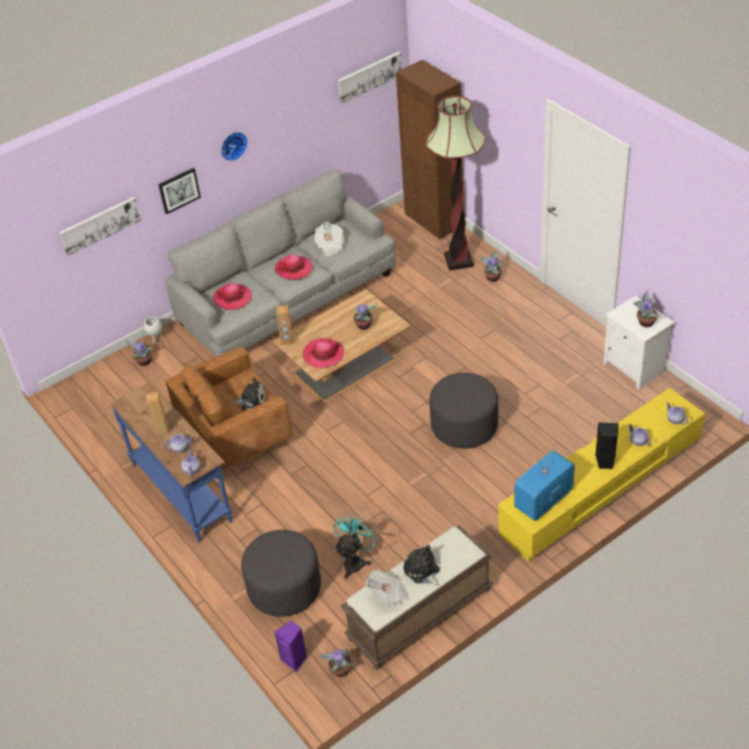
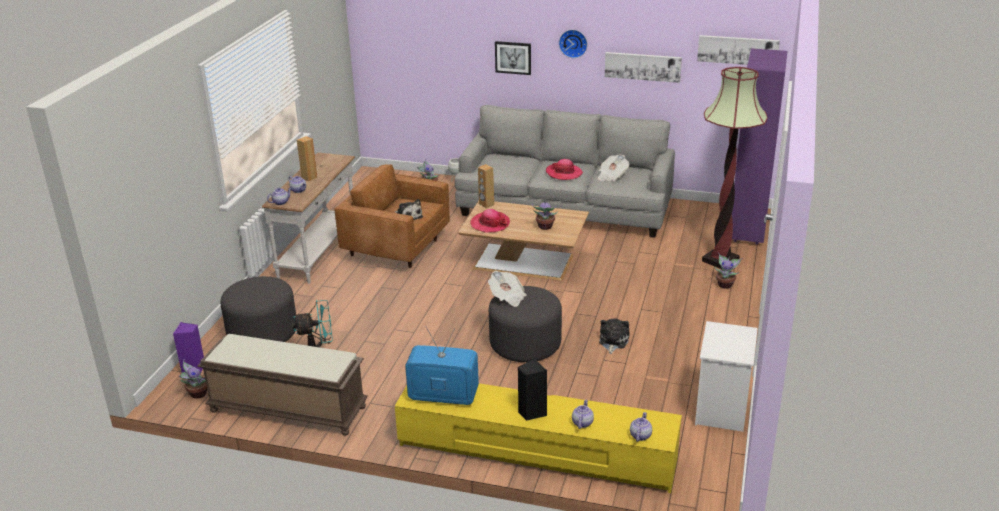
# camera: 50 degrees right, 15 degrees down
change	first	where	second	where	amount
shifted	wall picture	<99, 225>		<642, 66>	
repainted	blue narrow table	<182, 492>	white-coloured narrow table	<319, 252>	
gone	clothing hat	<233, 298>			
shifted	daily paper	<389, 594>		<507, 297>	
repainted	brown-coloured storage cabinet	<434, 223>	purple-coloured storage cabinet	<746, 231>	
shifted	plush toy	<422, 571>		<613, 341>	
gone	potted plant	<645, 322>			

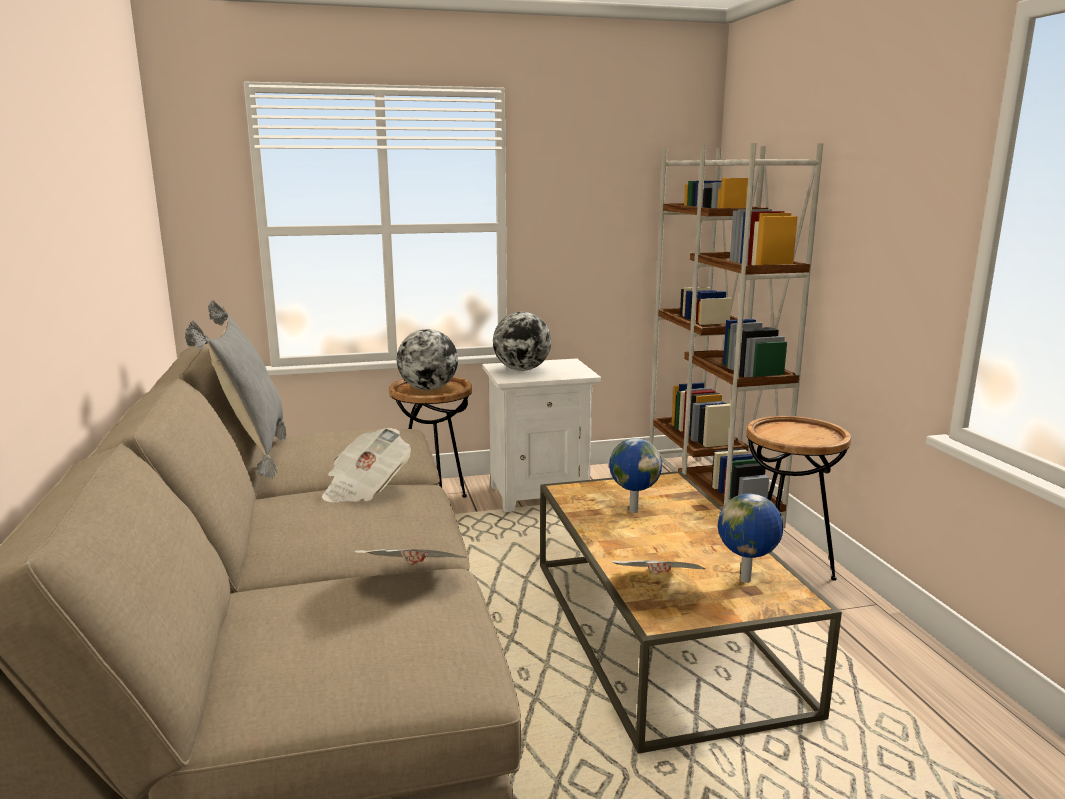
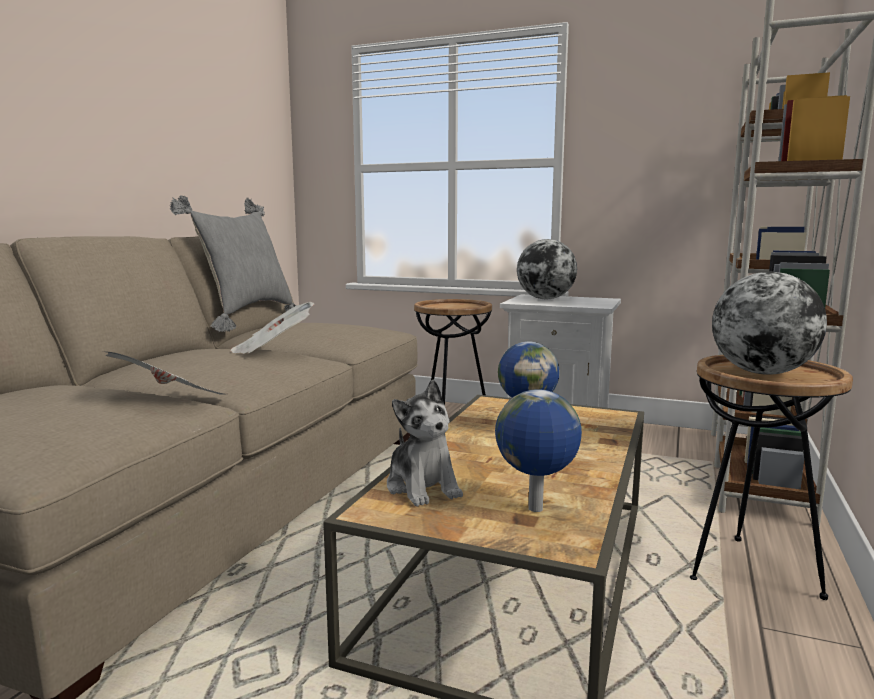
# camera: 35 degrees right, 5 degrees down
change	first	where	second	where	amount
shifted	desk globe	<428, 389>		<762, 373>	
swapped	daily paper	<656, 588>	plush toy	<423, 487>	

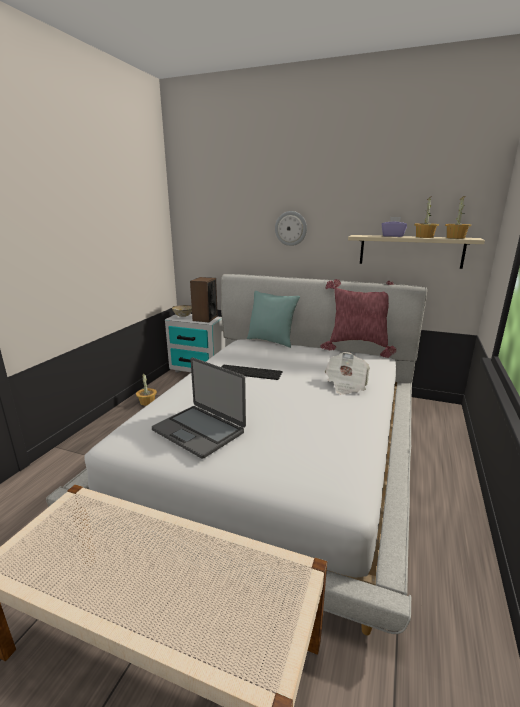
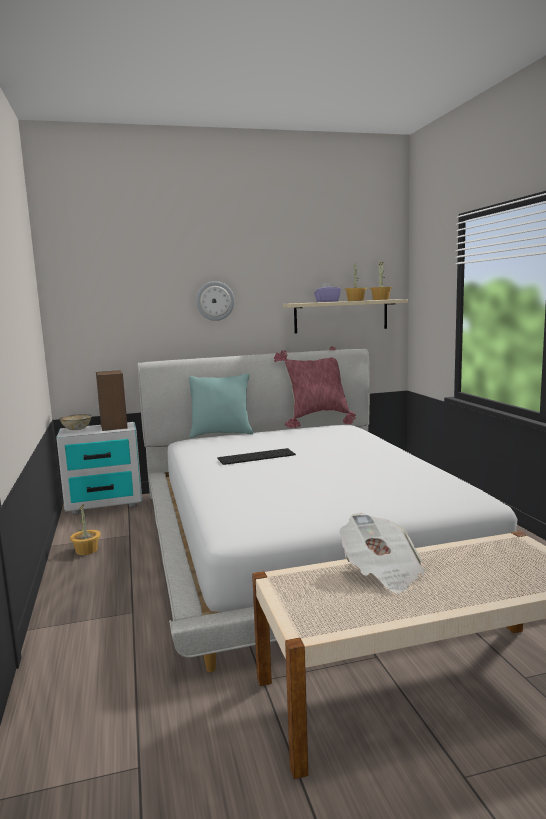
# camera: 35 degrees left, 10 degrees down
change	first	where	second	where	amount
gone	notebook computer	<199, 430>			
shifted	daily paper	<346, 385>		<382, 572>	

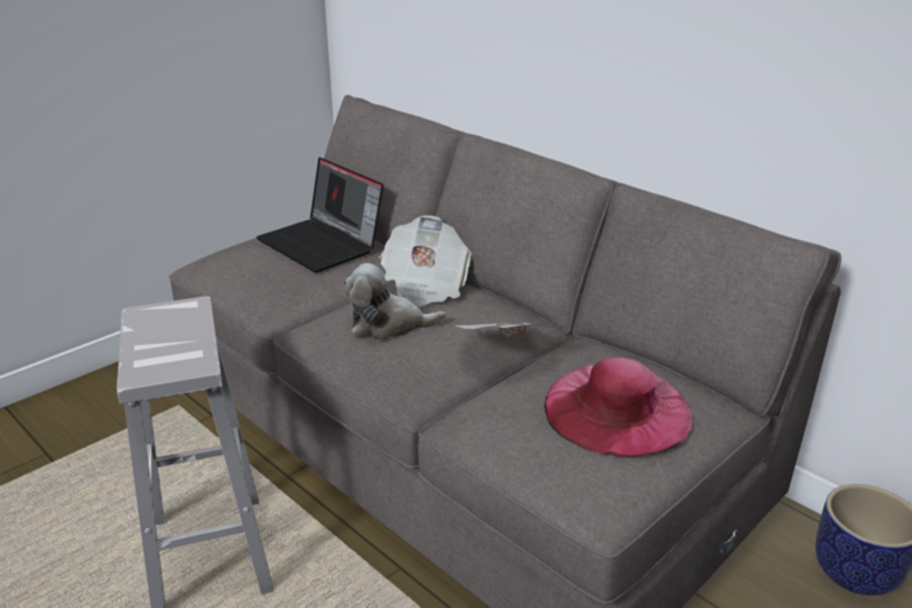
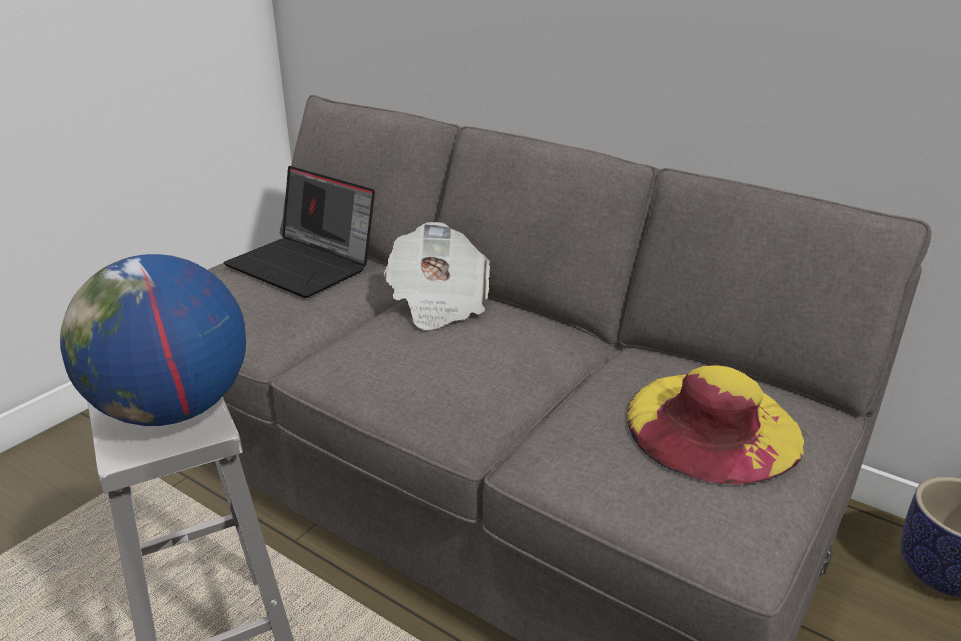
# camera: 10 degrees left, 0 degrees up
change	first	where	second	where	amount
gone	plush toy	<388, 325>			
gone	daily paper	<508, 351>			
repainted	pink-coloured clothing hat	<616, 409>	yellowish clothing hat	<712, 426>	
new			desk globe	<173, 410>	

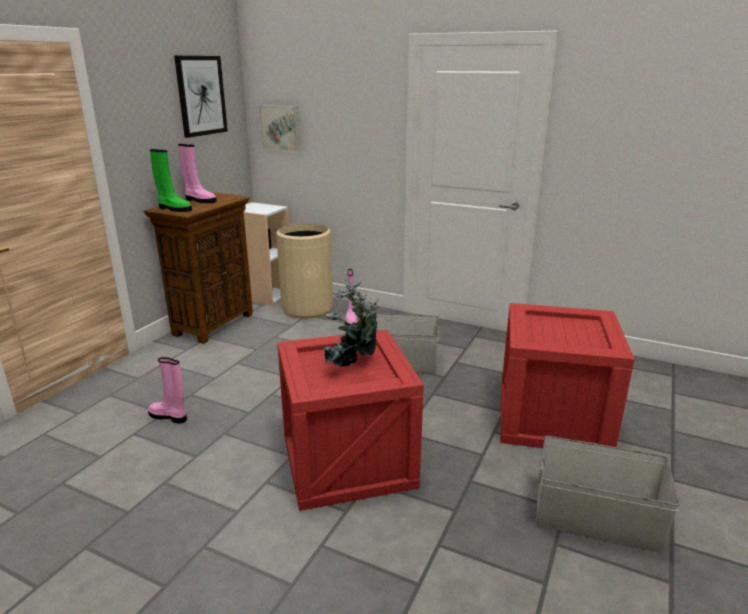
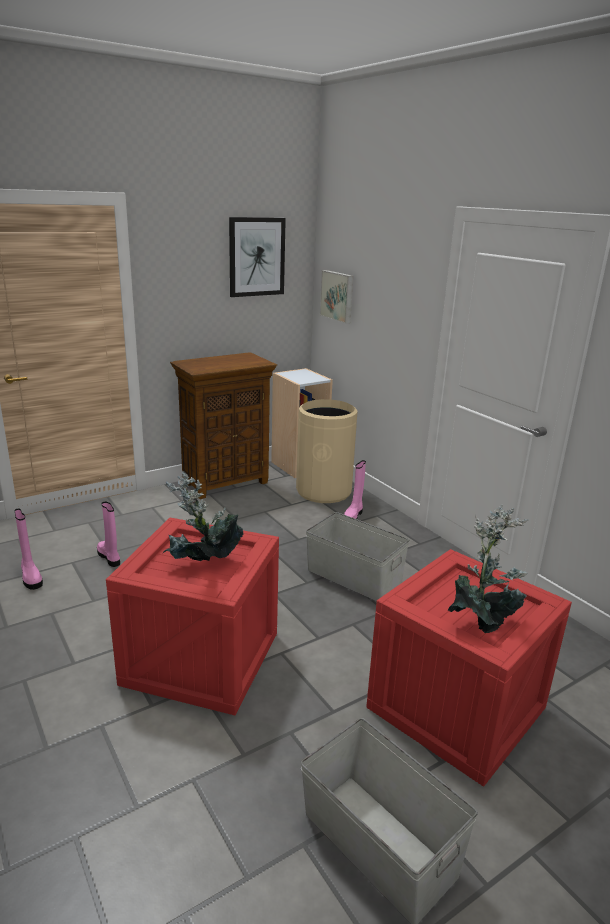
# camera: 30 degrees right, 0 degrees up
change	first	where	second	where	amount
gone	green-coloured high-top boot	<174, 209>			
shifted	pink-coloured high-top boot	<199, 200>		<30, 577>	
new			potted plant	<482, 623>	

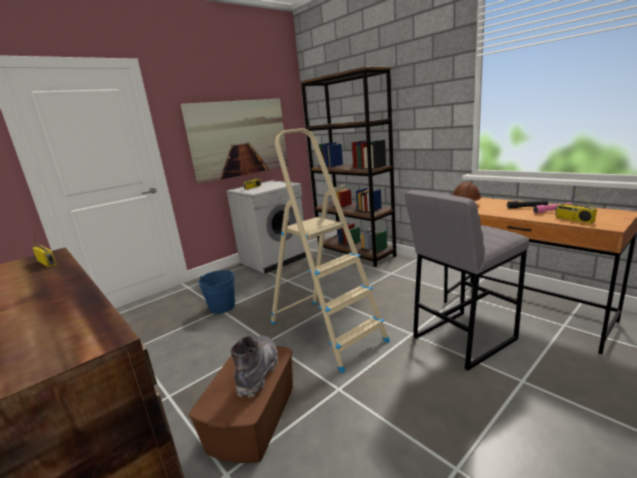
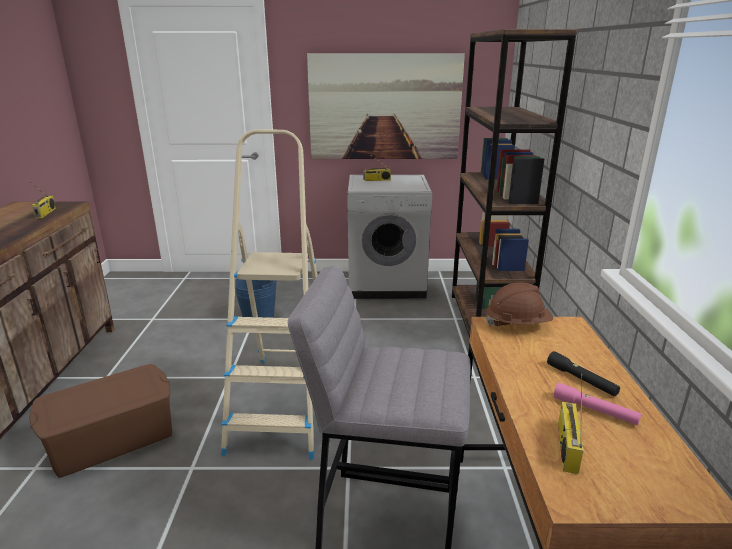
# camera: 40 degrees right, 5 degrees up
change	first	where	second	where	amount
gone	grey high-top boot	<258, 372>			

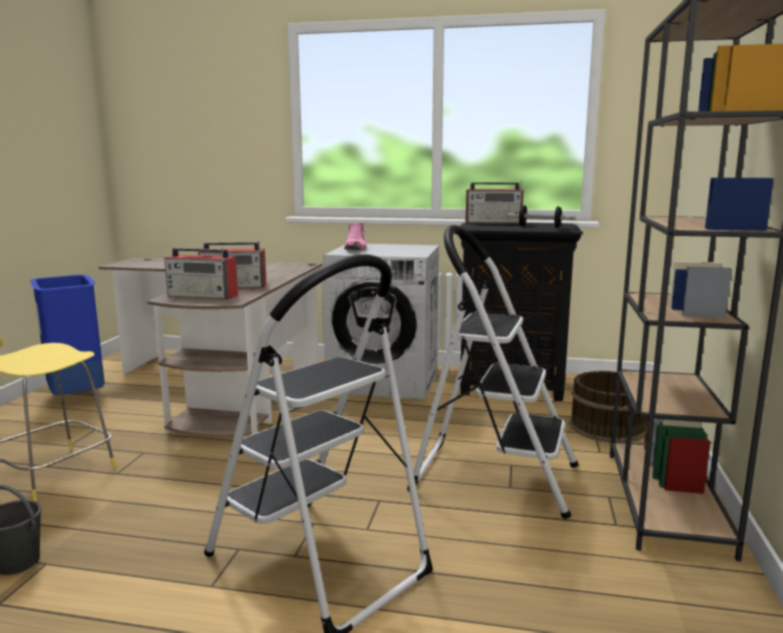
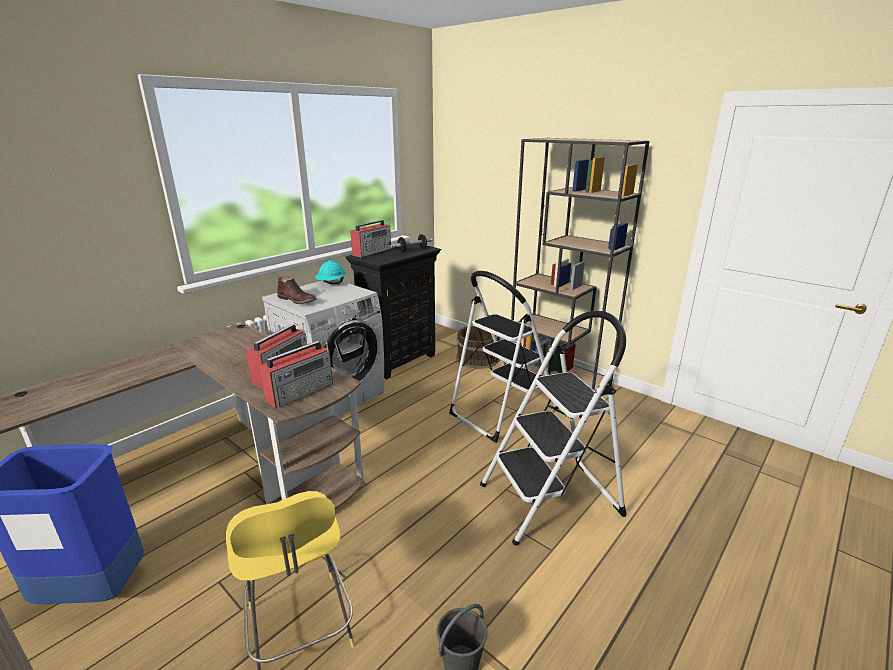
# camera: 60 degrees left, 10 degrees up
change	first	where	second	where	amount
repainted	pink-coloured high-top boot	<356, 248>	brown-coloured high-top boot	<297, 300>	
new			turquoise hard hat	<331, 284>	

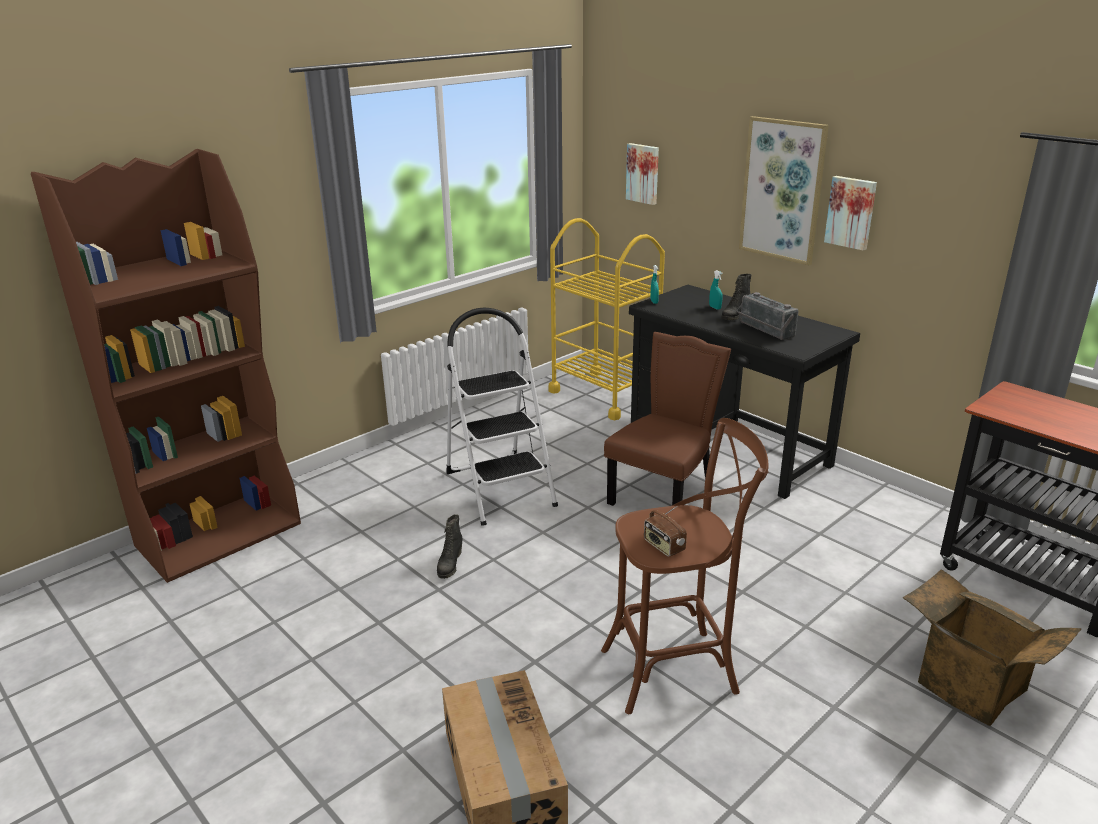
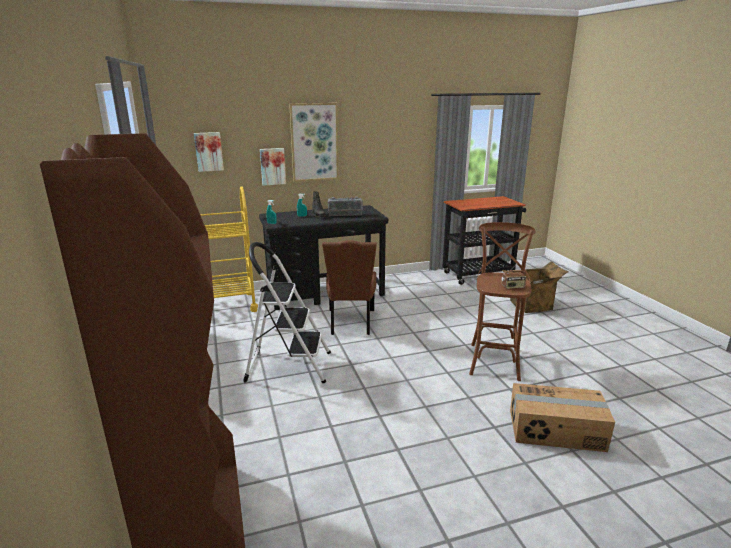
# camera: 65 degrees left, 5 degrees down
change	first	where	second	where	amount
gone	black high-top boot	<449, 565>			
rotated	brown-coloured chair	<663, 495>		<351, 321>	150 degrees counterclockwise
shifted	wall picture	<851, 212>		<272, 166>	

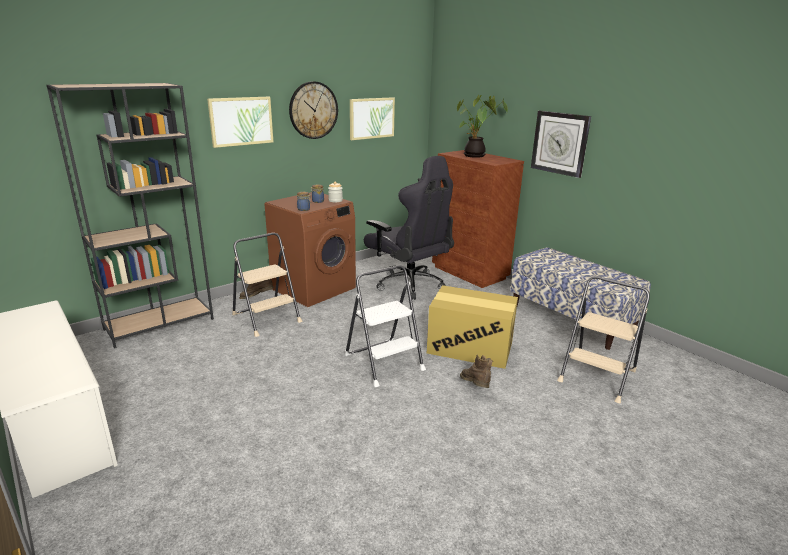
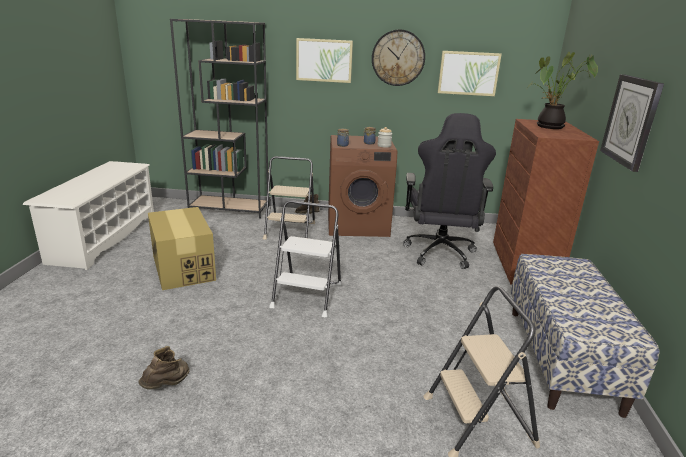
# camera: 45 degrees right, 0 degrees up
change	first	where	second	where	amount
shifted	carton	<469, 347>		<183, 267>	
shifted	brown-coloured high-top boot	<475, 388>		<168, 385>	

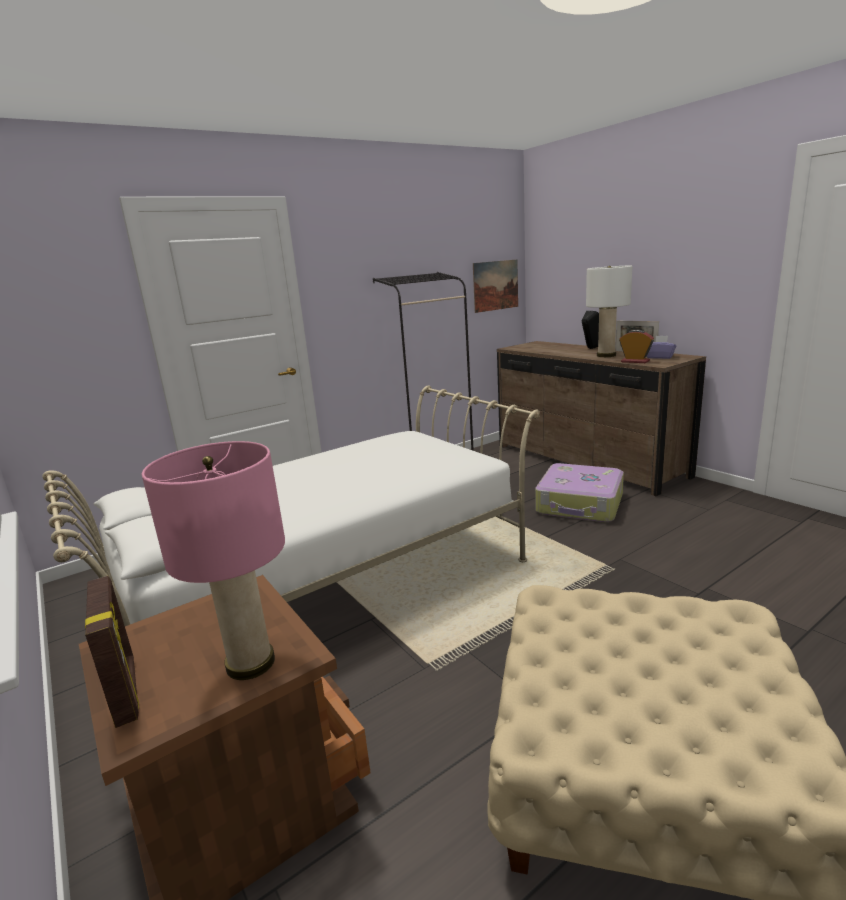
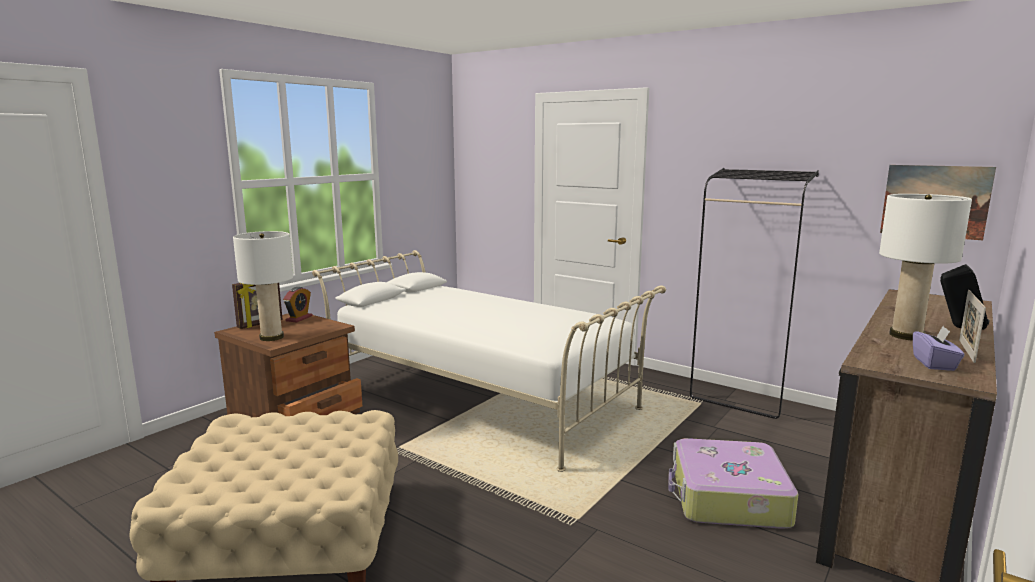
# camera: 70 degrees right, 5 degrees down
change	first	where	second	where	amount
repainted	pink-coloured table lamp	<251, 663>	white-coloured table lamp	<272, 337>	
shifted	bedside clock	<635, 361>		<299, 318>	

